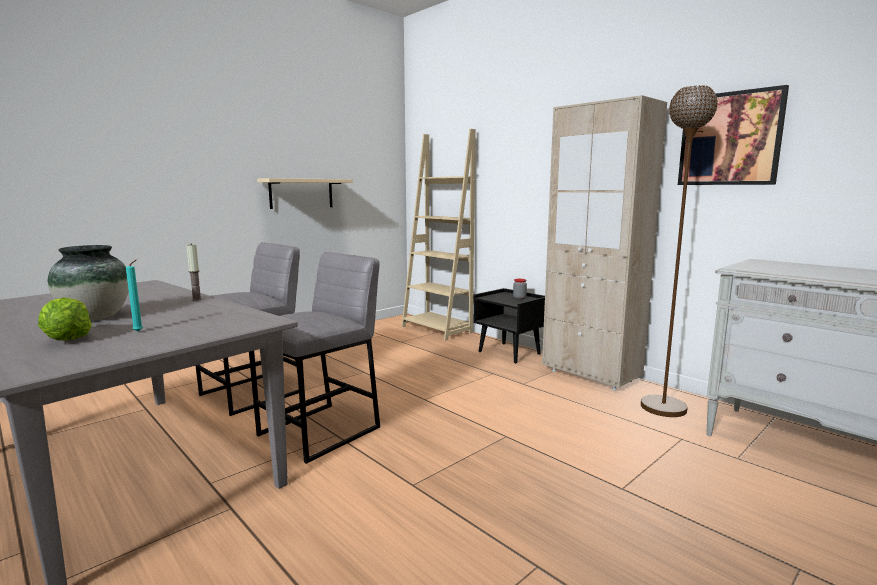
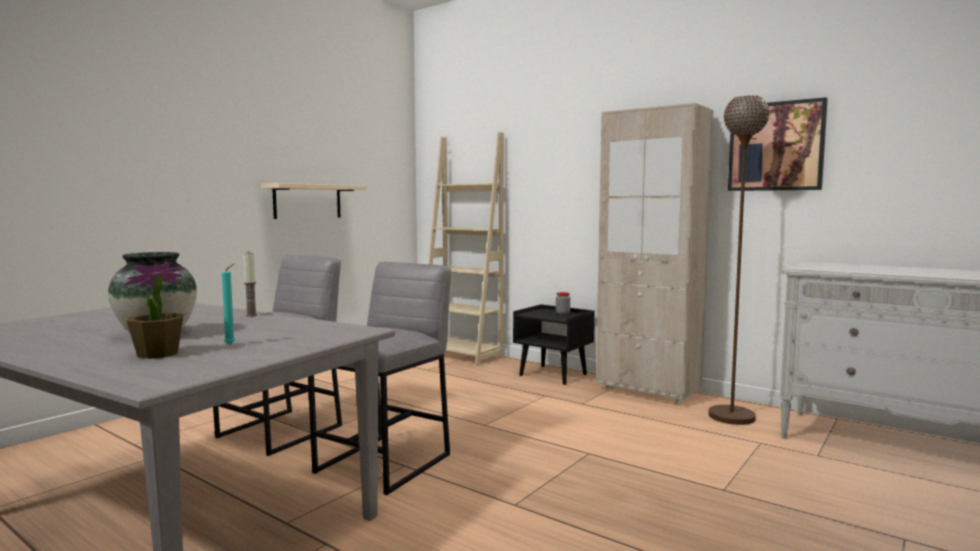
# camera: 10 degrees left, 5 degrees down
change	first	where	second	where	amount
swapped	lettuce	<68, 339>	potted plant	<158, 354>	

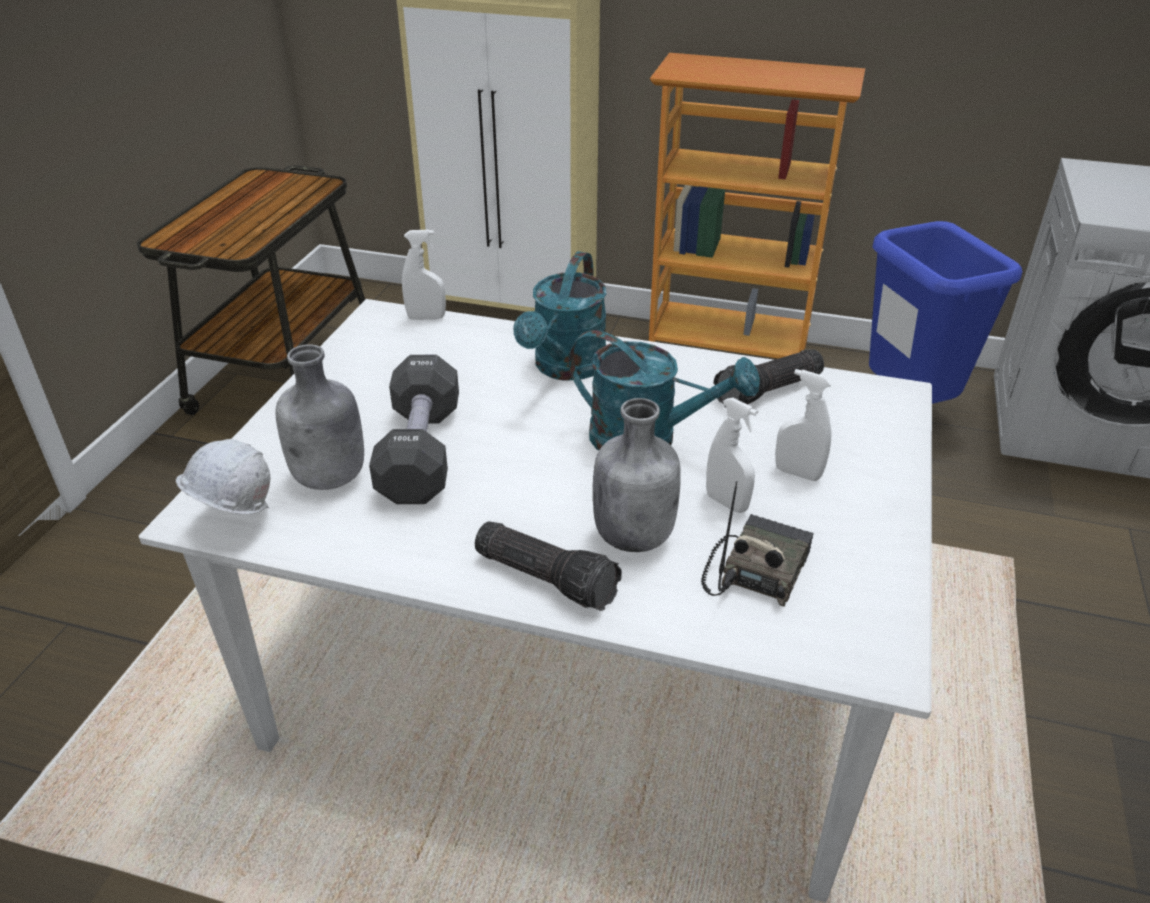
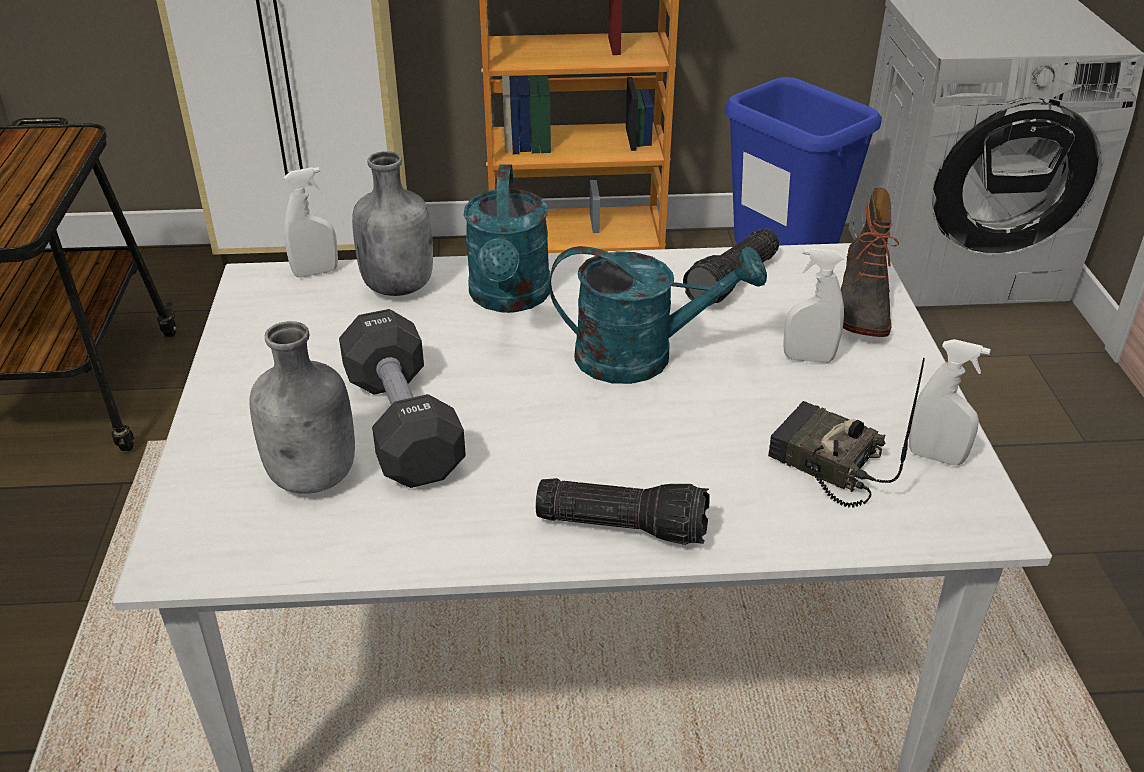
# camera: 20 degrees left, 0 degrees up
change	first	where	second	where	amount
gone	white-coloured hard hat	<234, 522>			
shifted	grey drink bottle	<634, 535>		<399, 286>	
rotated	radio	<755, 570>		<824, 464>	60 degrees counterclockwise
shifted	white-coloured sprayer	<726, 503>		<935, 457>	
new			high-top boot	<860, 305>	

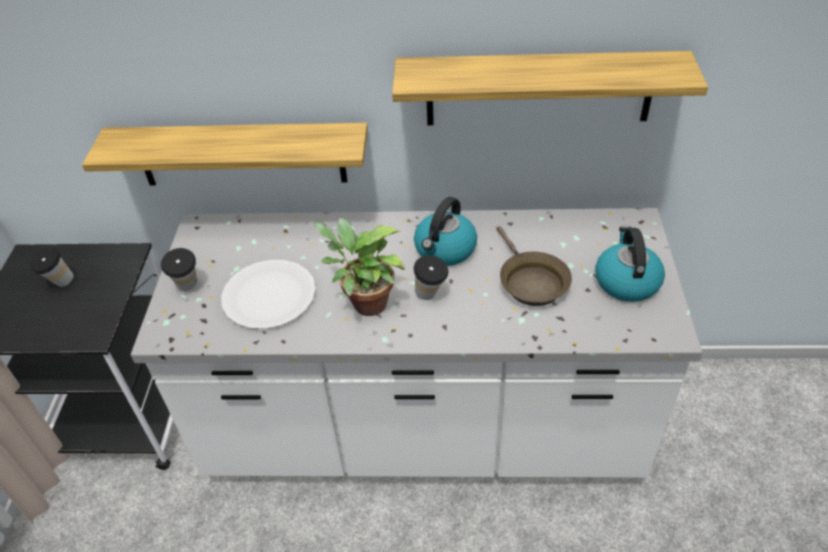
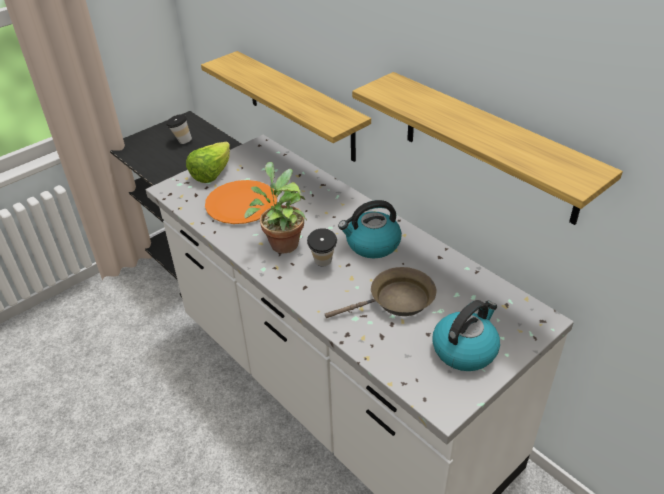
# camera: 45 degrees right, 5 degrees down
change	first	where	second	where	amount
swapped	cup	<188, 288>	lettuce	<212, 174>	
repainted	white-coloured flat dish	<269, 296>	orangey flat dish	<241, 204>	
rotated	brown-coloured pan	<530, 282>		<396, 301>	135 degrees counterclockwise

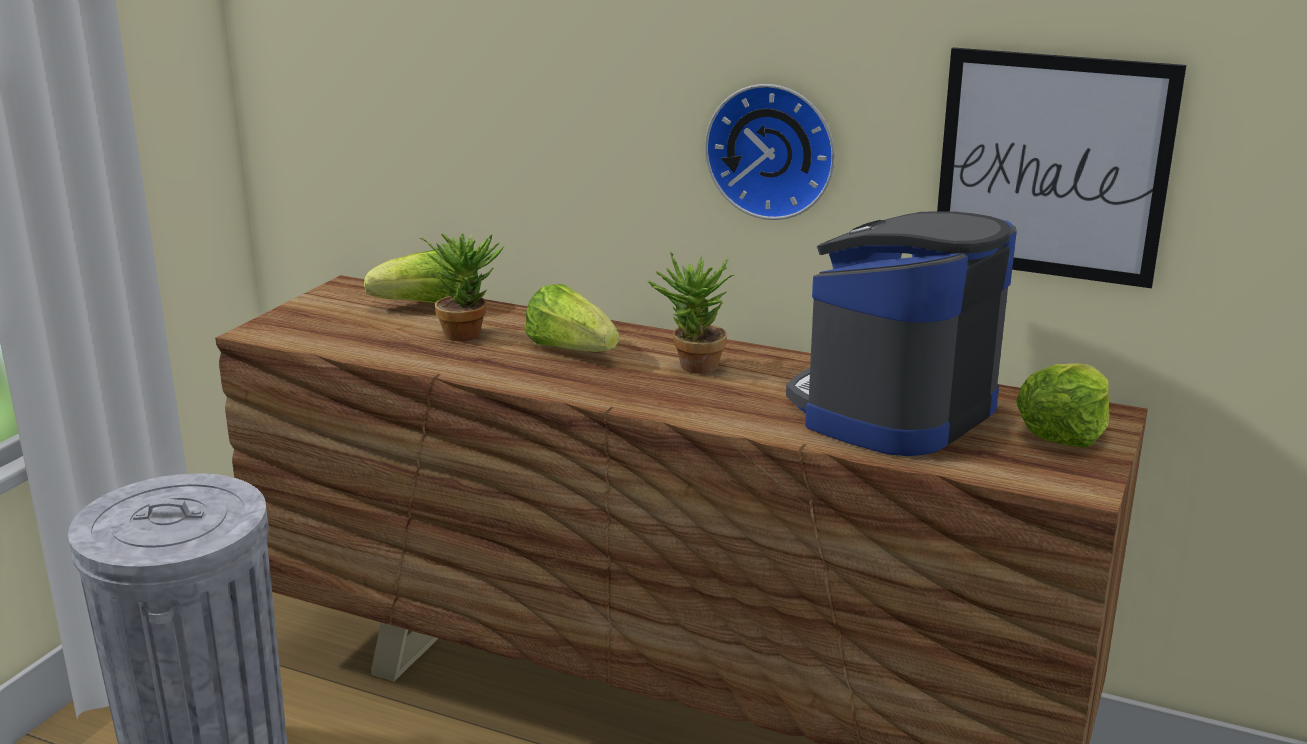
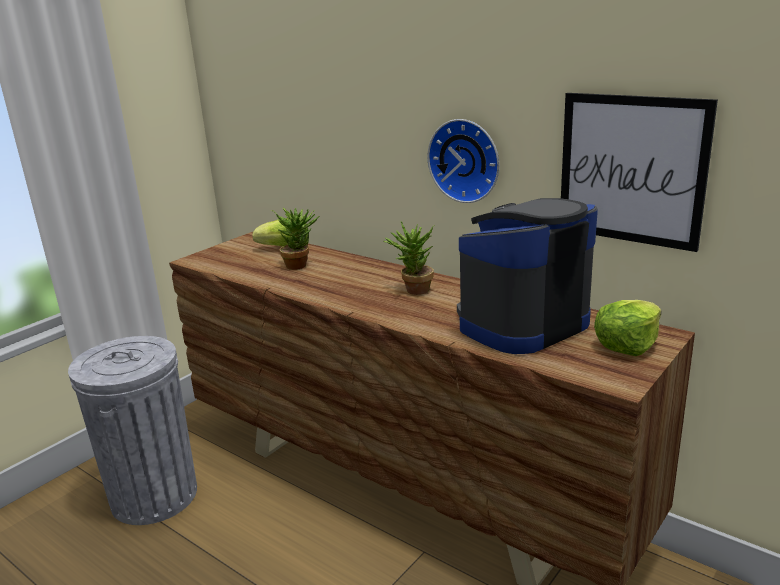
# camera: 15 degrees right, 0 degrees up
change	first	where	second	where	amount
gone	lettuce	<571, 350>			

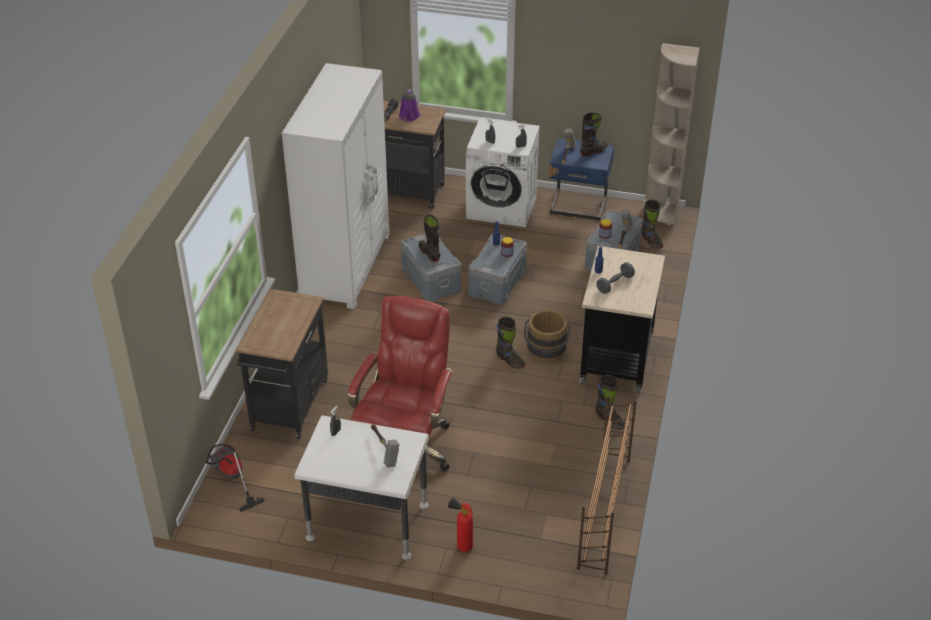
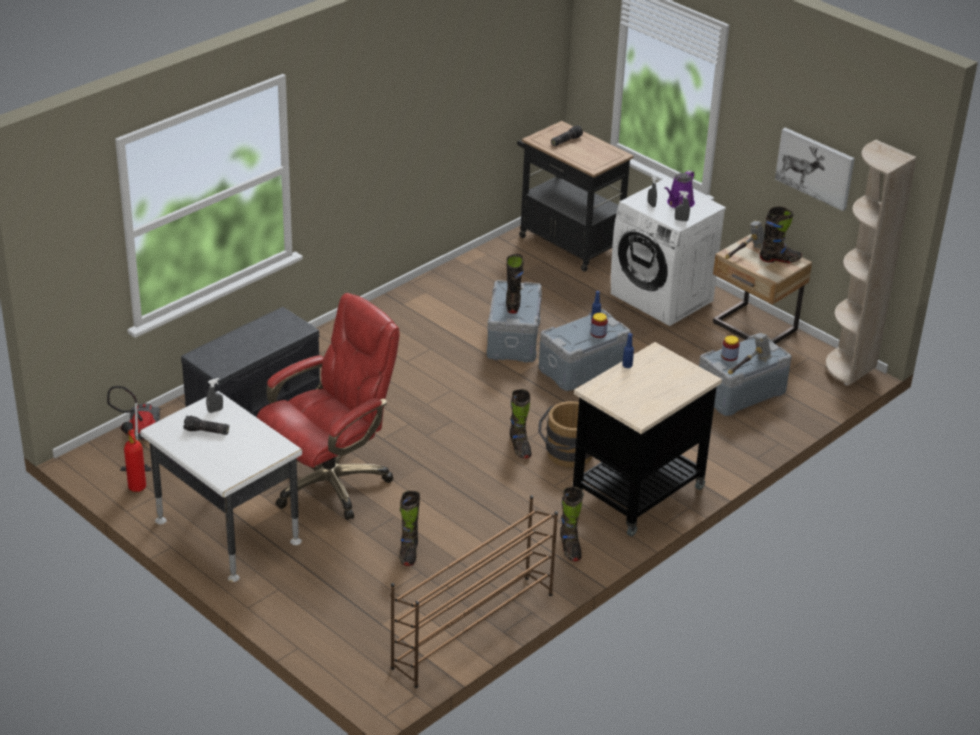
# camera: 30 degrees right, 5 degrees down
change	first	where	second	where	amount
swapped	black trolley	<289, 407>	grey long seat	<254, 399>	
gone	white-coloured storage cabinet	<347, 265>			
gone	tool hammer	<384, 450>			
shifted	purple-coloured sprinkling can	<409, 116>		<679, 204>	
shifted	extinguisher	<461, 546>		<136, 485>	
repainted	blue bedside table	<578, 207>	sand-coloured bedside table	<753, 328>	
gone	grey free weight	<615, 284>			
shifted	black high-top boot	<651, 241>		<408, 552>	
new			flashlight	<206, 431>	
new			wall picture	<815, 168>	

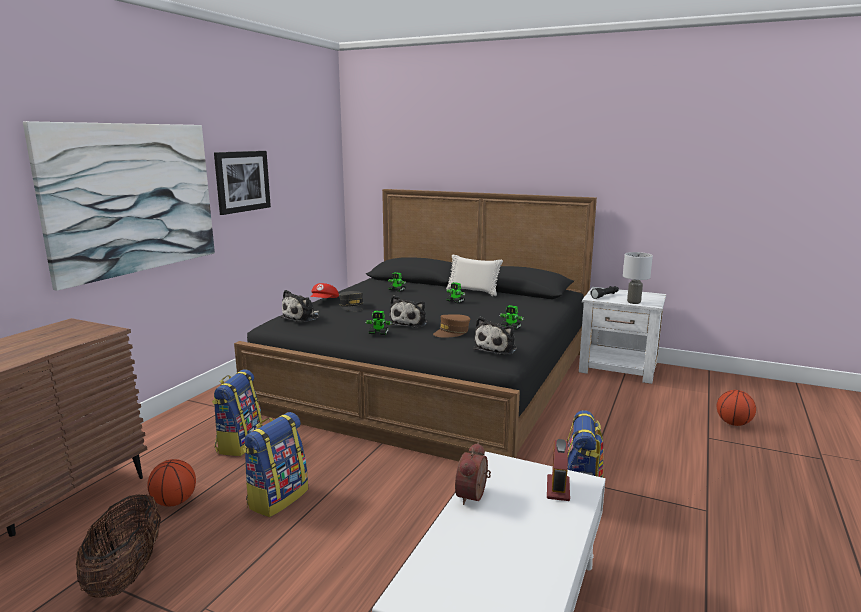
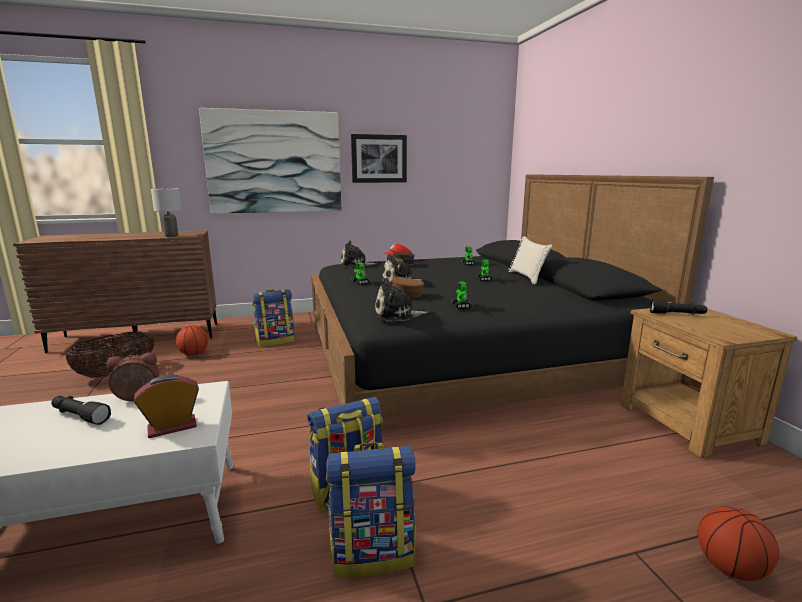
# camera: 50 degrees right, 0 degrees up
change	first	where	second	where	amount
shifted	knapsack	<277, 498>		<373, 553>	
repainted	white-coloured bedside table	<619, 368>	brown-coloured bedside table	<688, 424>	
shifted	white-coloured table lamp	<633, 302>		<171, 236>	
new			black flashlight	<80, 416>	

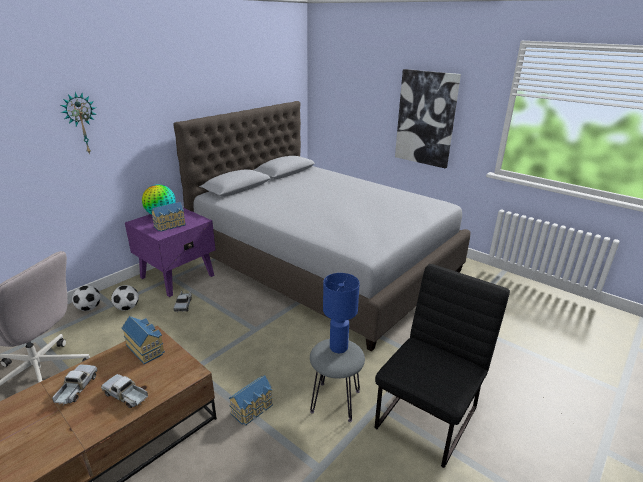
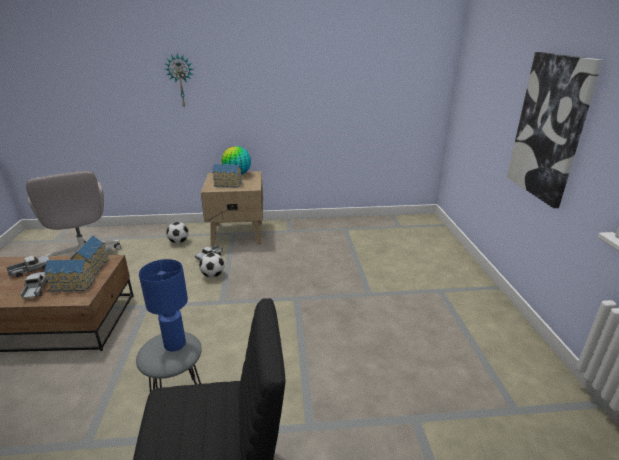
# camera: 45 degrees right, 0 degrees up
change	first	where	second	where	amount
shifted	football	<89, 308>		<213, 275>	
repainted	purple-coloured bedside table	<178, 276>	sand-coloured bedside table	<238, 234>	
gone	grey sleeping bed	<323, 262>			
shifted	miniature house	<253, 409>		<72, 285>	

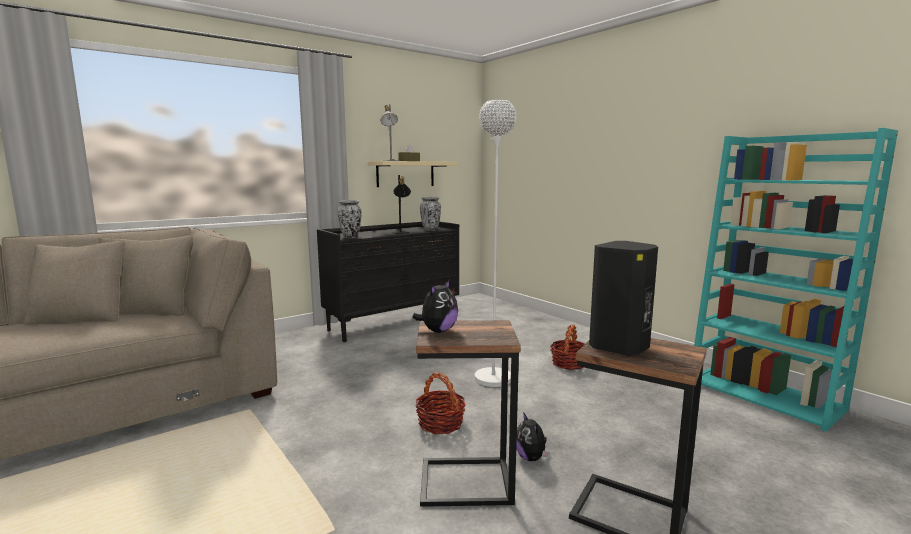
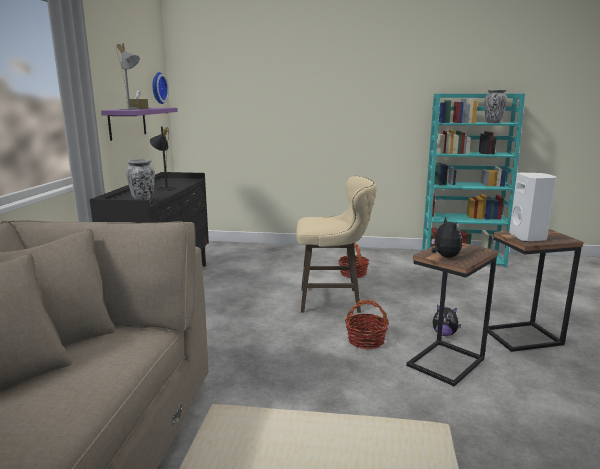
# camera: 45 degrees left, 5 degrees up
change	first	where	second	where	amount
repainted	sand-coloured wall shelf	<405, 174>	purple-coloured wall shelf	<127, 123>	
shifted	vase	<430, 230>		<493, 122>	
swapped	white-coloured floor lamp	<493, 379>	sand-coloured stool seat	<333, 300>	
repainted	black speaker	<621, 347>	white-coloured speaker	<528, 237>	
new			clock on the wall	<157, 88>	

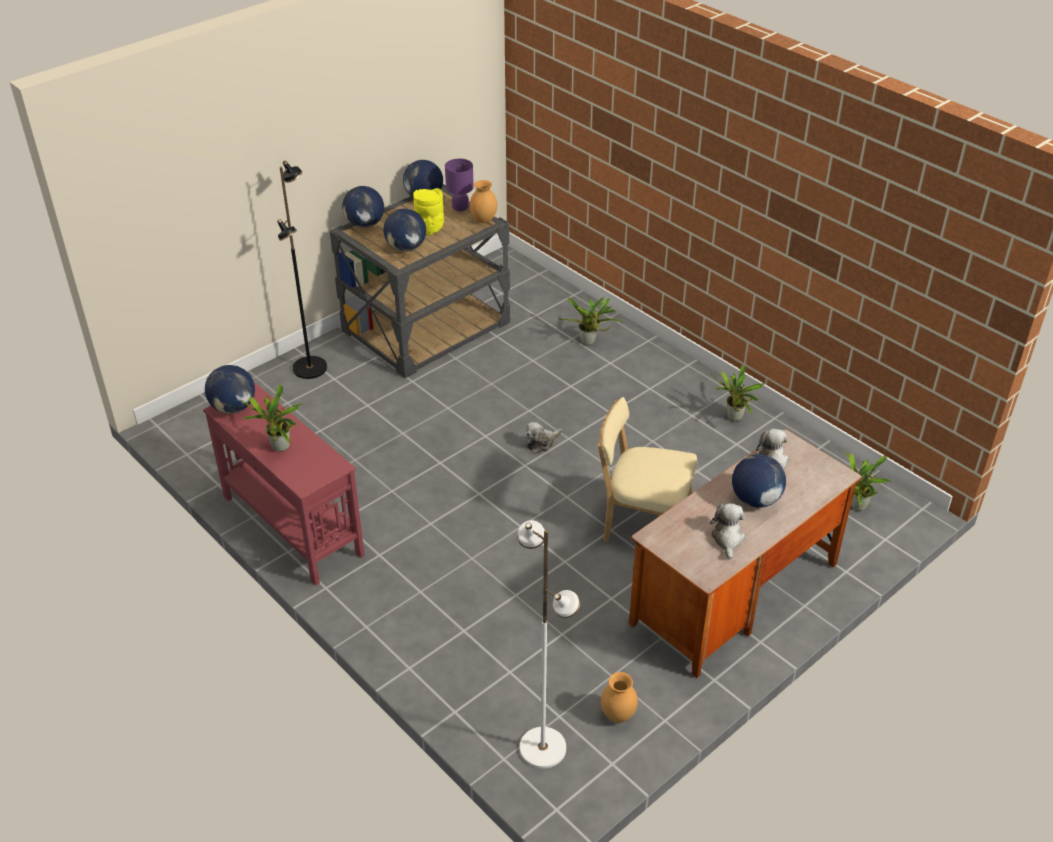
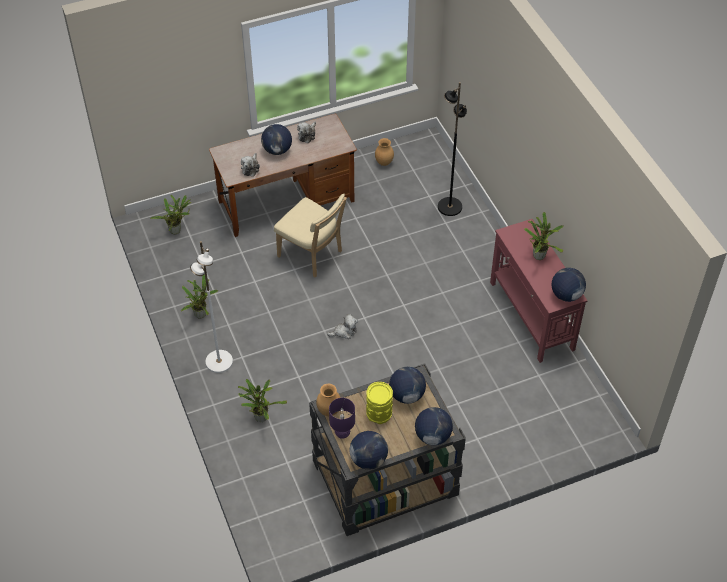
# camera: 160 degrees left, 10 degrees up
change	first	where	second	where	amount
shifted	black floor lamp	<311, 368>		<449, 207>	
shifted	white-coloured floor lamp	<543, 747>		<218, 362>	

